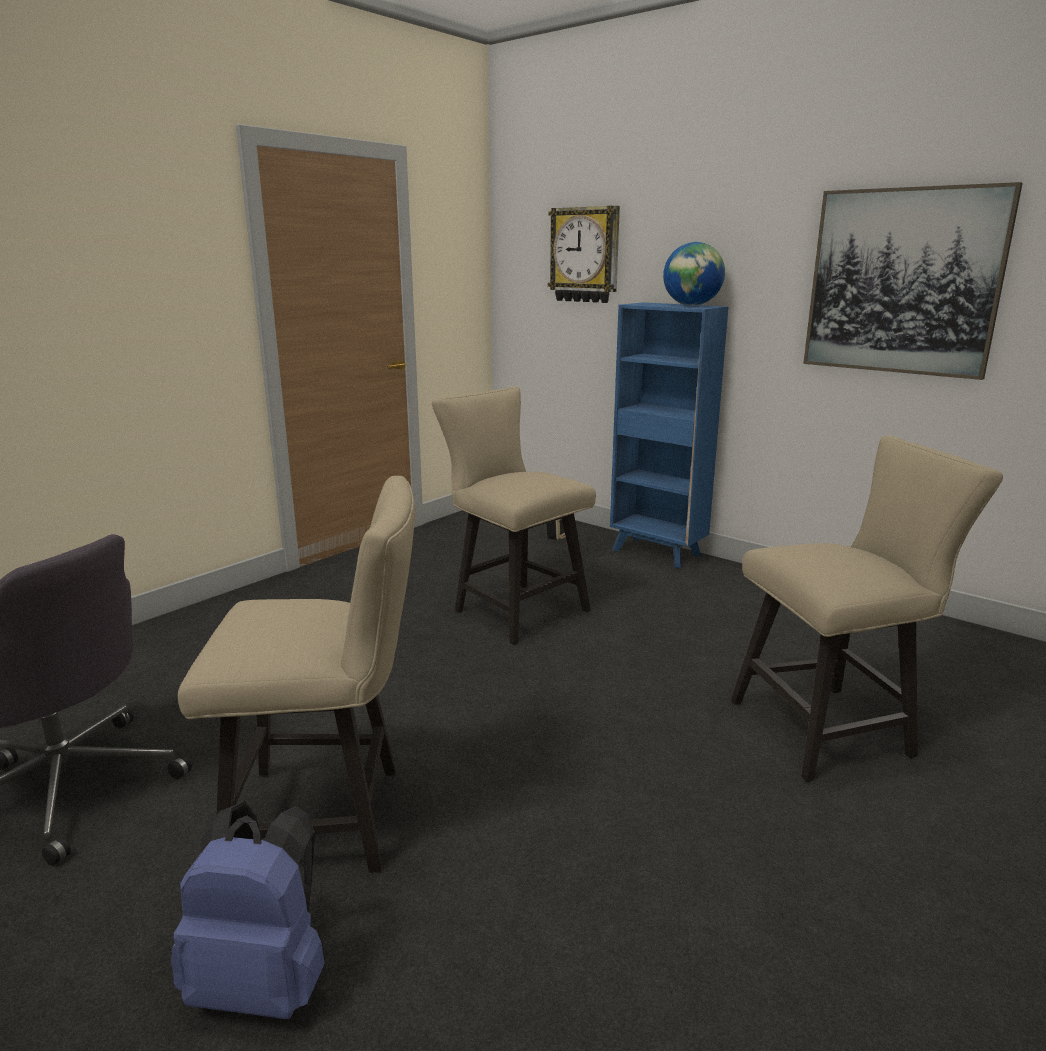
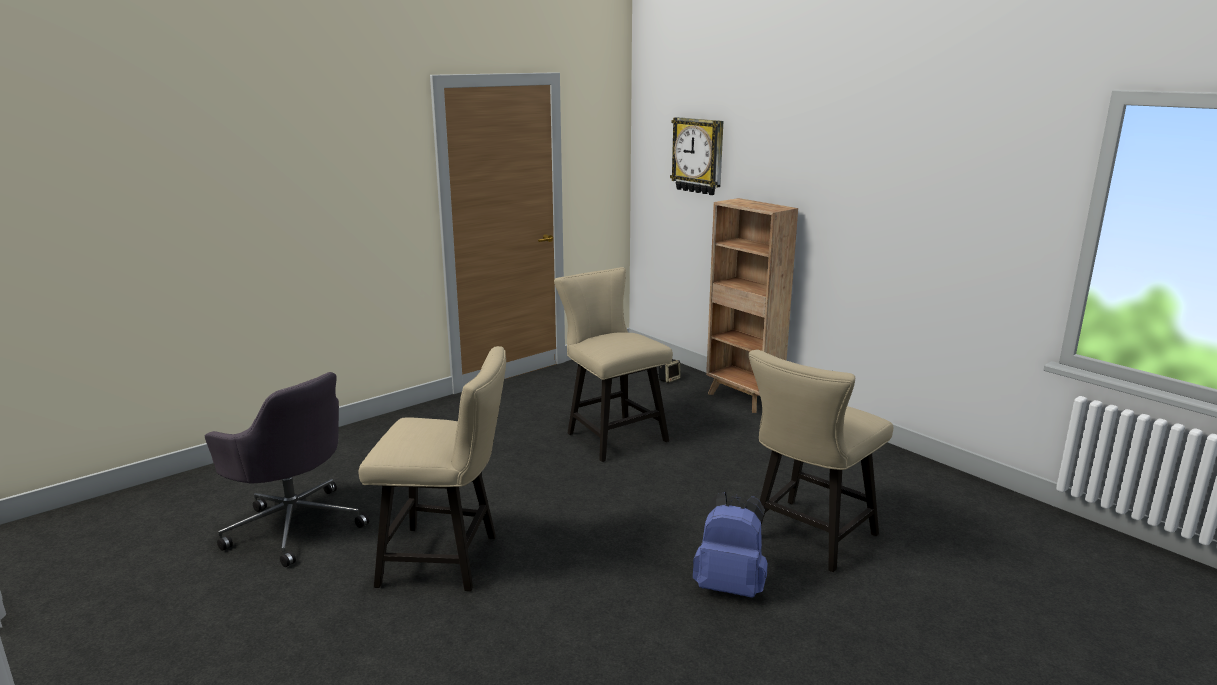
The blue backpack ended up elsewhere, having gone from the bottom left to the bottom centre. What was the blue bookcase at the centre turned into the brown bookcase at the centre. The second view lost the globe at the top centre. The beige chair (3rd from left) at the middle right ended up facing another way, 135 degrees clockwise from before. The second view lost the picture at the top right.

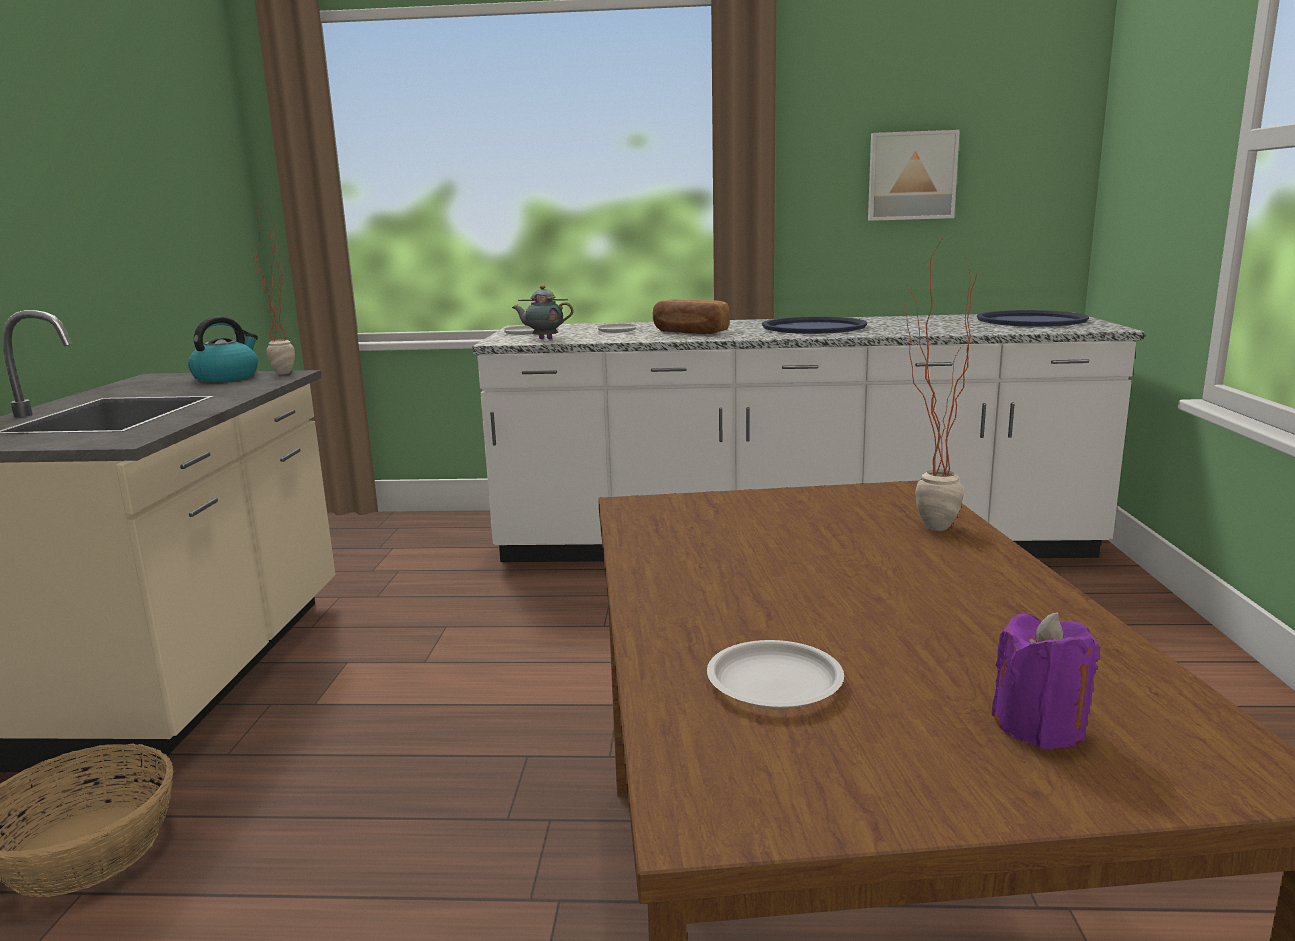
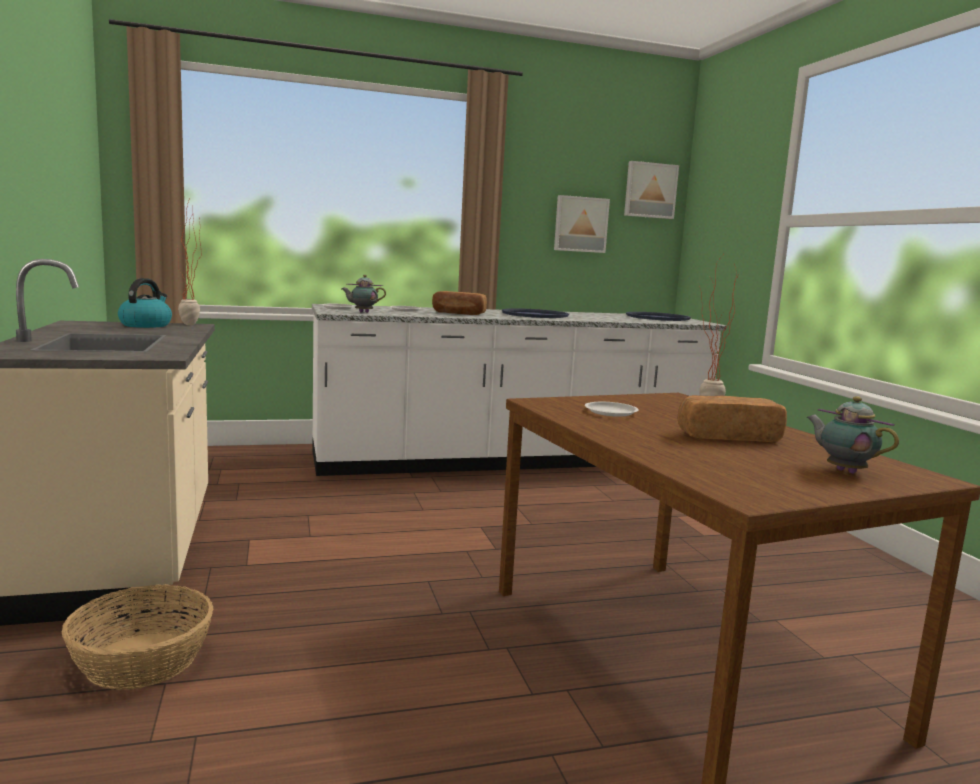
The white plate (3rd from left) ended up elsewhere, having gone from the bottom centre to the centre. Where the purple candle stood at the bottom right, the teapot (2nd from left) came to stand at the middle right. The second view gained the picture (2nd from left) at the top centre. The second view gained the bread (2nd from left) at the middle right.

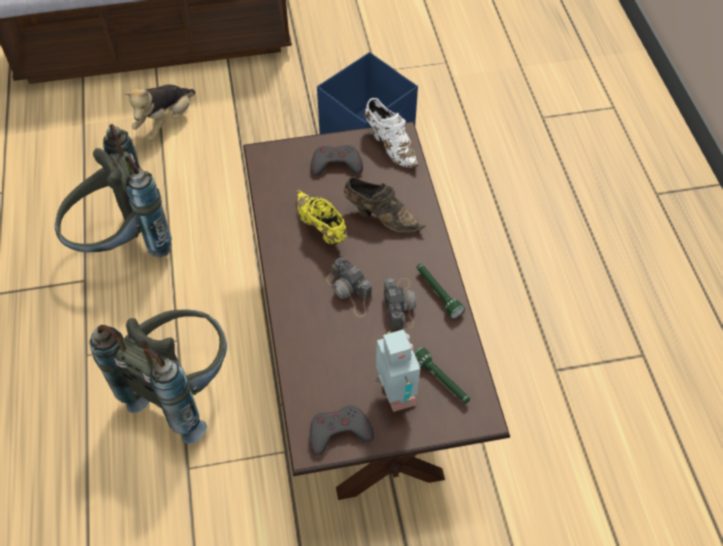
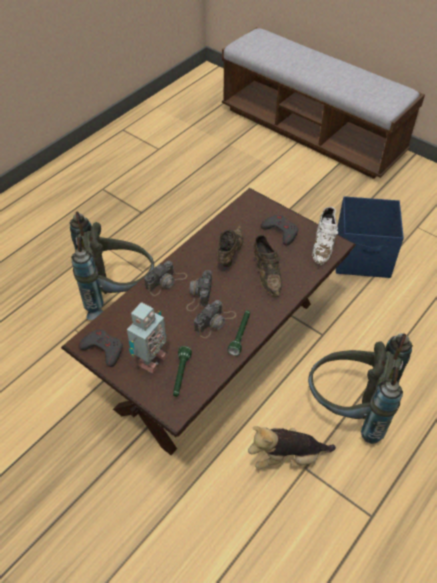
The grey backpack (1st from left in the first image) ended up elsewhere, having gone from the middle left to the middle right. The plush toy ended up elsewhere, having gone from the top left to the bottom right. What was the yellow shoe at the centre turned into the brown shoe (1st from left) at the centre. The second view gained the photo camera (1st from left) at the centre.

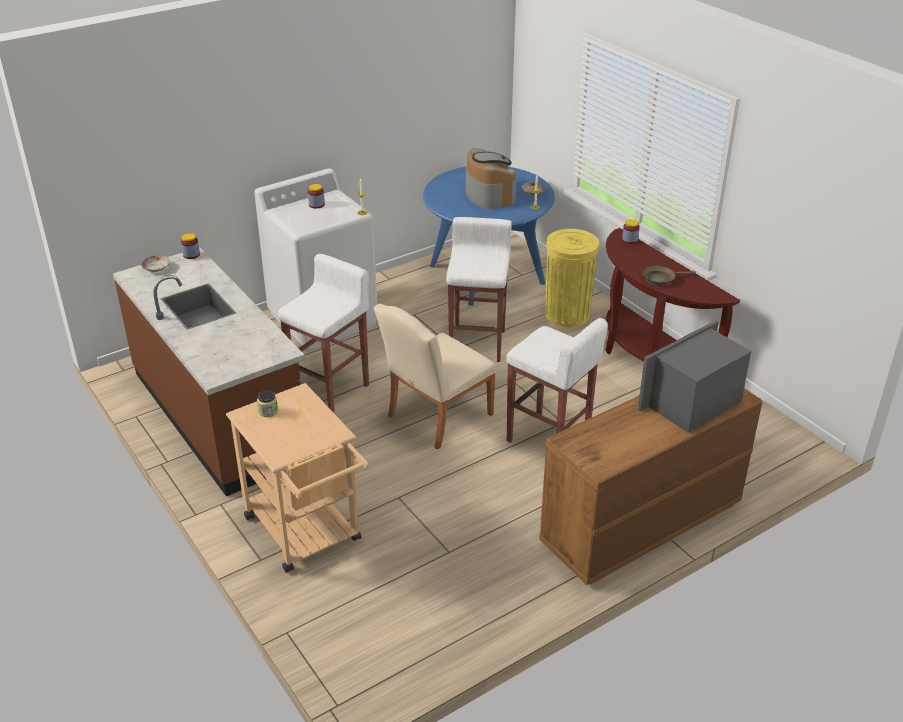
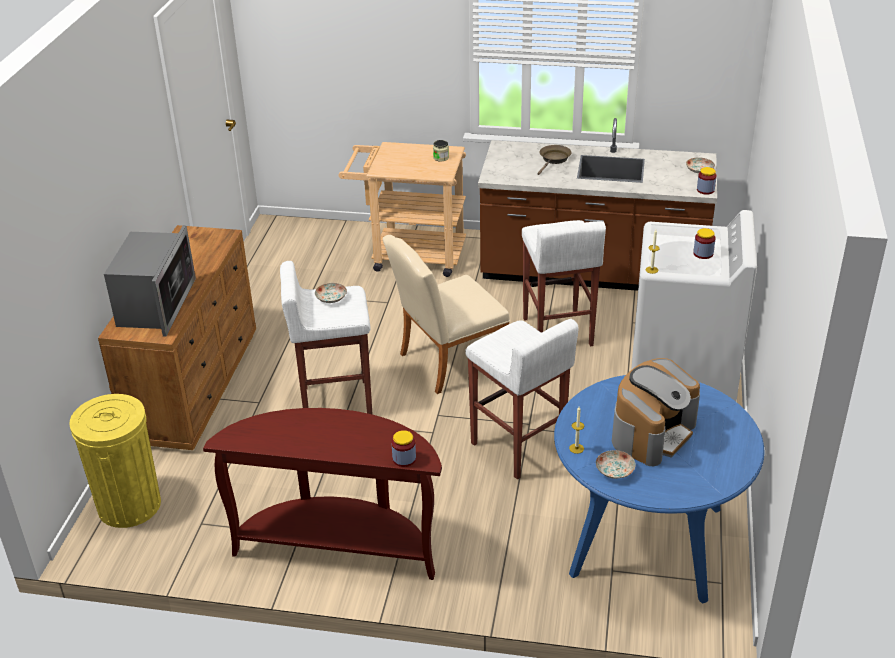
The beige chair at the centre ended up facing another way, 120 degrees counterclockwise from before. The coffee machine at the top centre ended up facing another way, 75 degrees counterclockwise from before. The yellow trash can ended up elsewhere, having gone from the centre to the bottom left. The brown frying pan ended up elsewhere, having gone from the middle right to the top centre. The second view gained the plate (1st from left) at the centre.

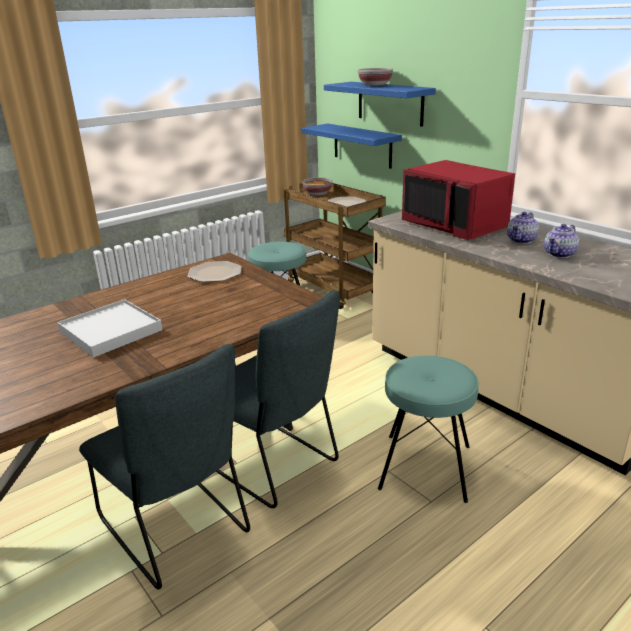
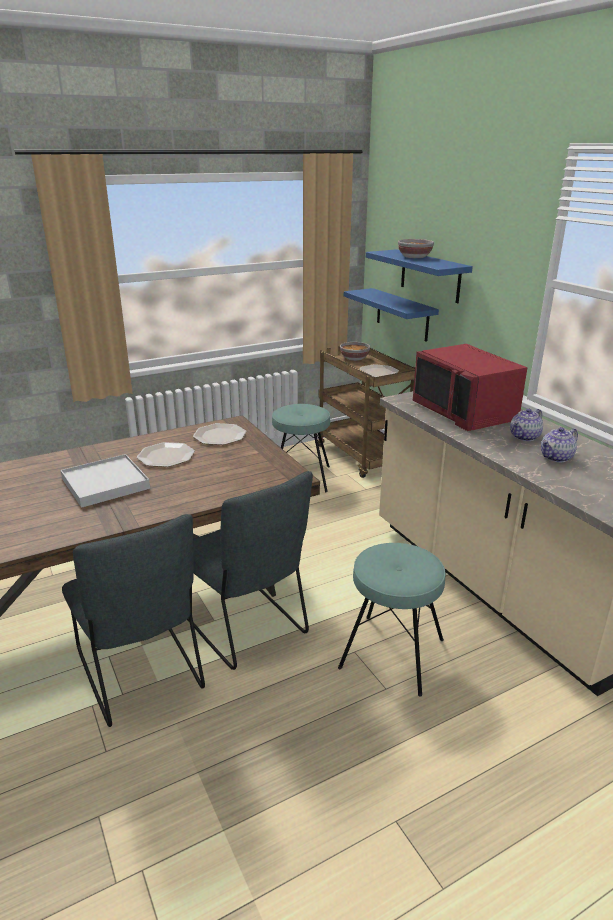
The second view gained the plate (1st from left) at the middle left.

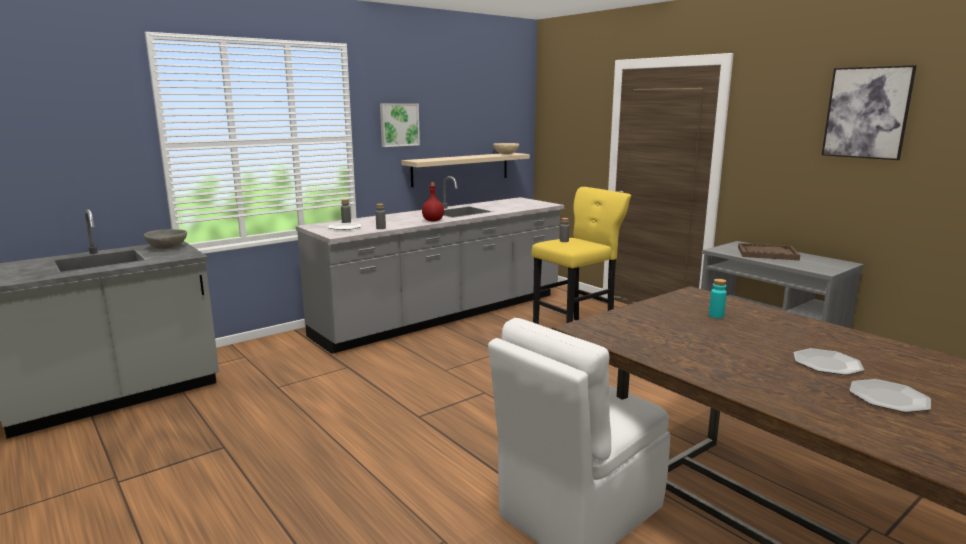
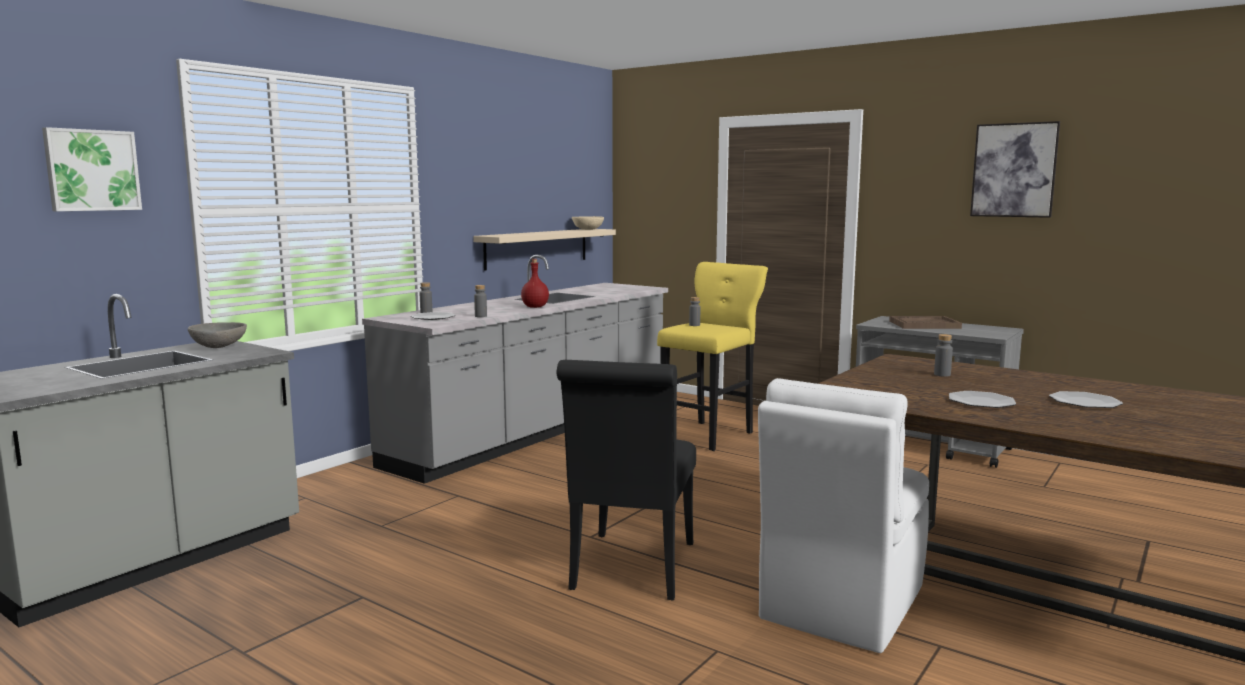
The picture (1st from left) ended up elsewhere, having gone from the top centre to the top left. What was the turquoise bottle at the middle right turned into the grey bottle (4th from left) at the middle right. The plate (3rd from left in the first image) ended up elsewhere, having gone from the bottom right to the middle right. The second view gained the black chair at the bottom centre.

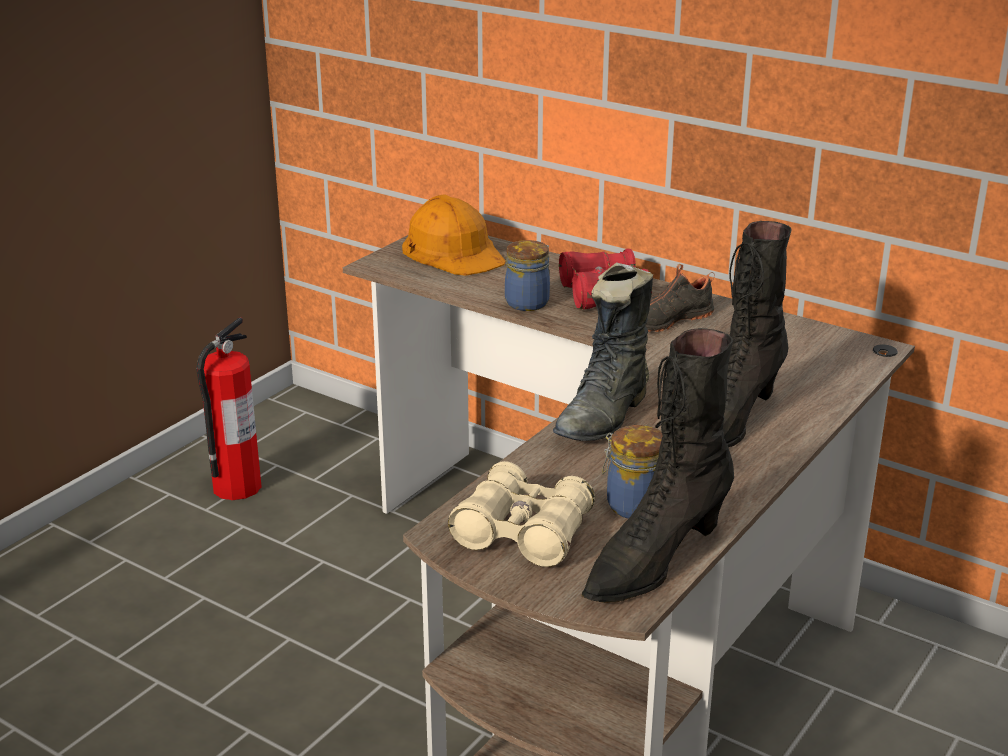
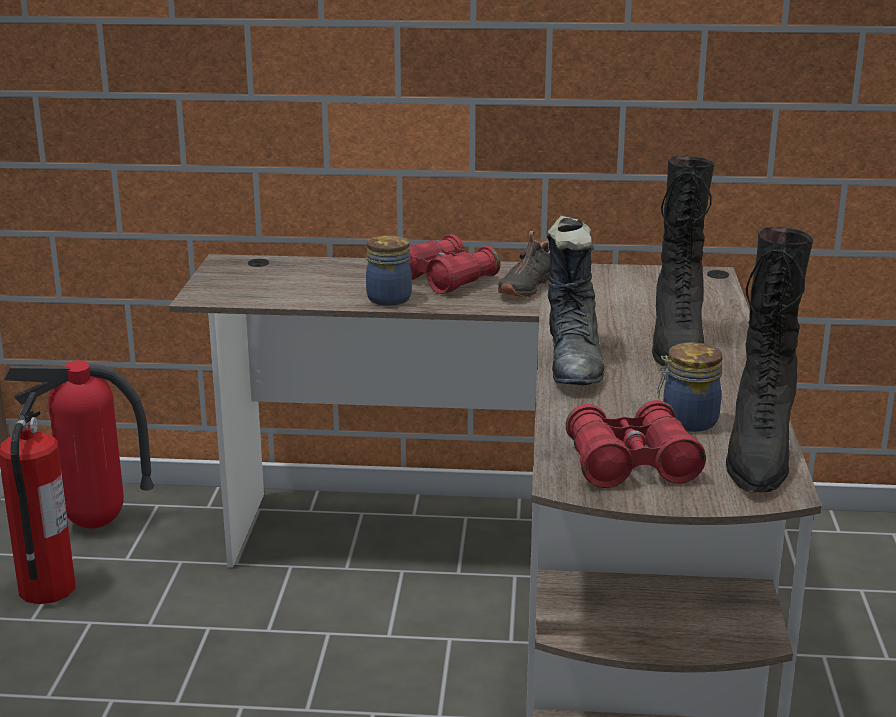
The second view lost the orange hard hat at the top centre. What was the beige binoculars at the bottom centre turned into the red binoculars (2nd from left) at the middle right. The second view gained the fire extinguisher (2nd from left) at the middle left.

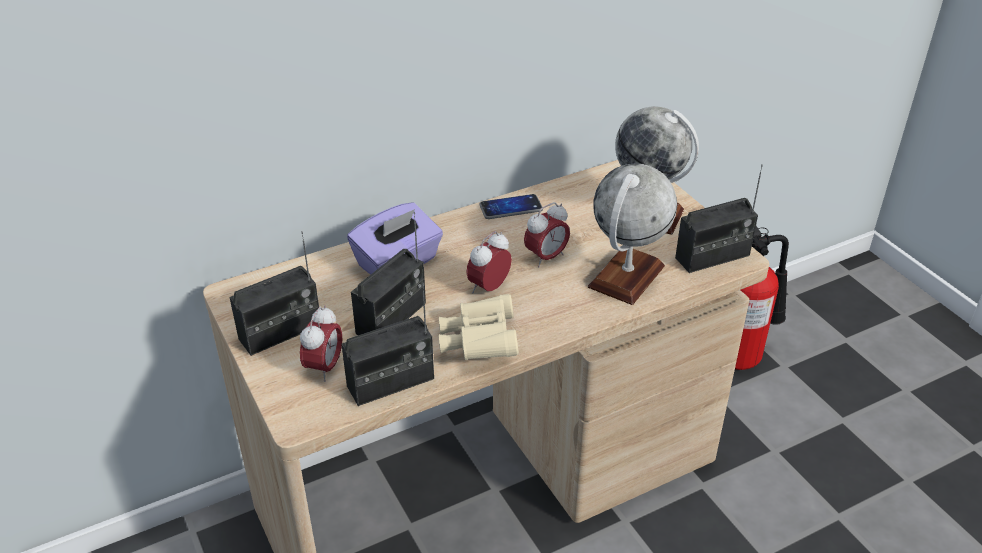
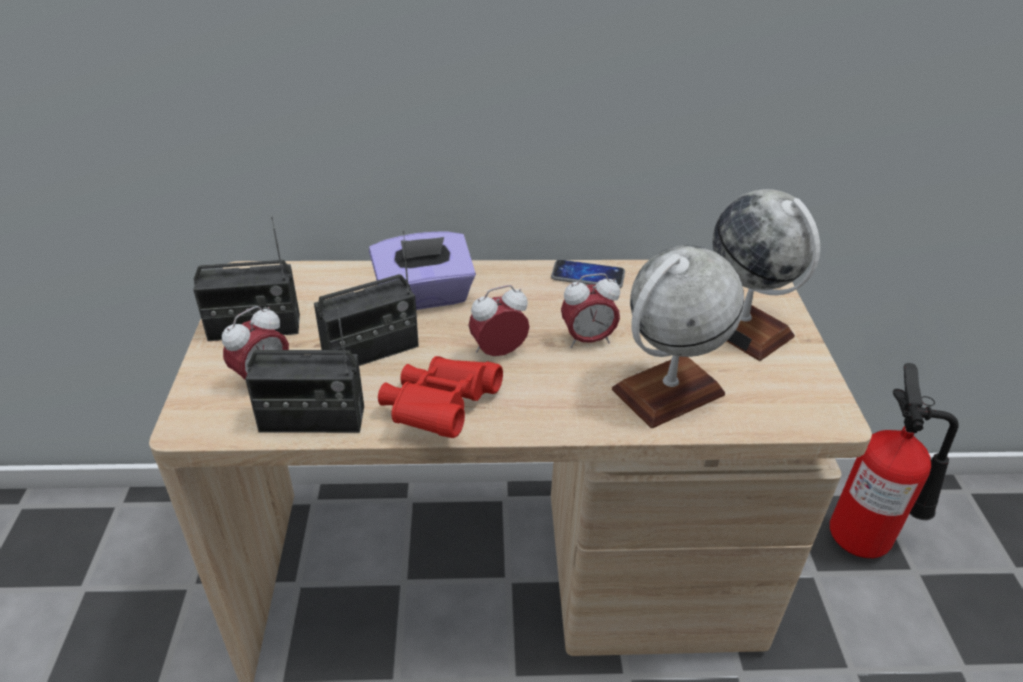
What was the beige binoculars at the centre turned into the red binoculars at the centre. The second view lost the radio (4th from left) at the middle right.

